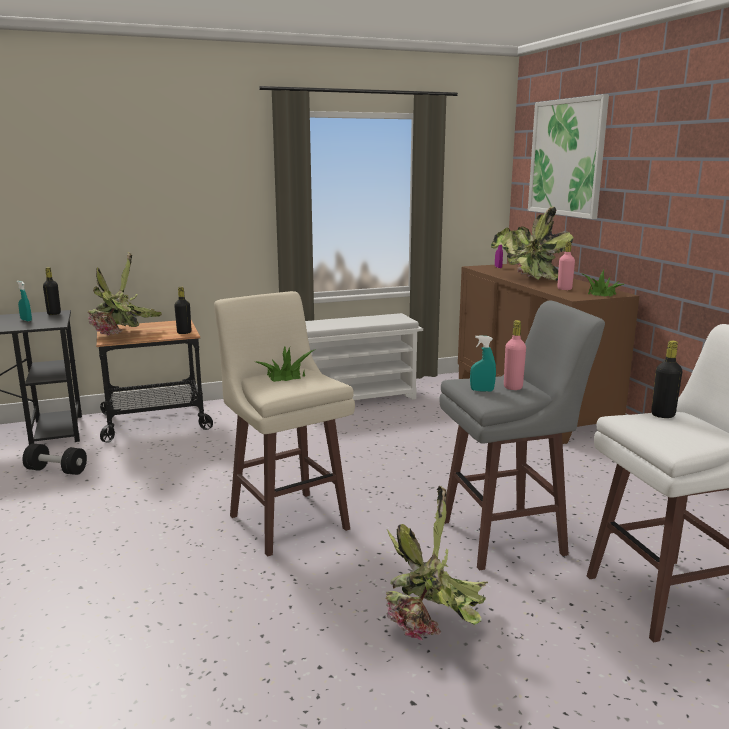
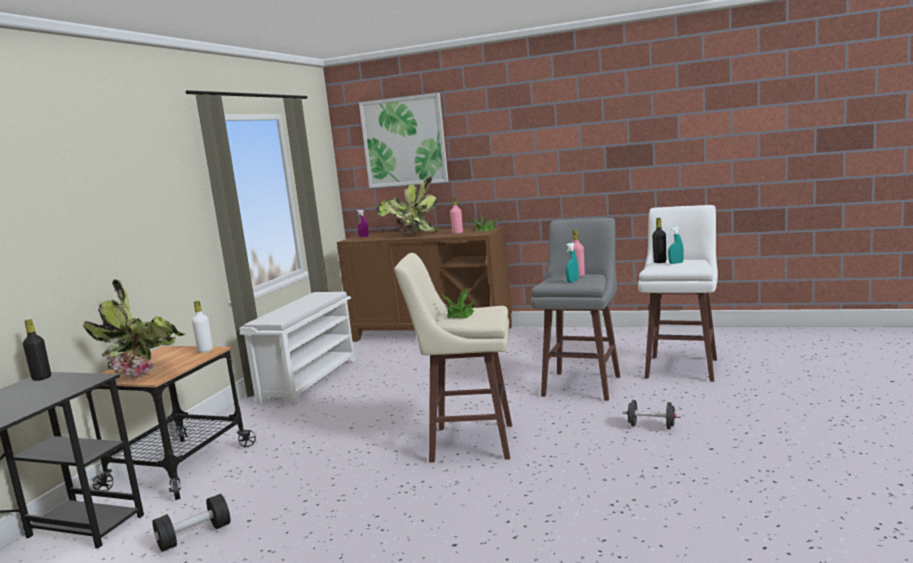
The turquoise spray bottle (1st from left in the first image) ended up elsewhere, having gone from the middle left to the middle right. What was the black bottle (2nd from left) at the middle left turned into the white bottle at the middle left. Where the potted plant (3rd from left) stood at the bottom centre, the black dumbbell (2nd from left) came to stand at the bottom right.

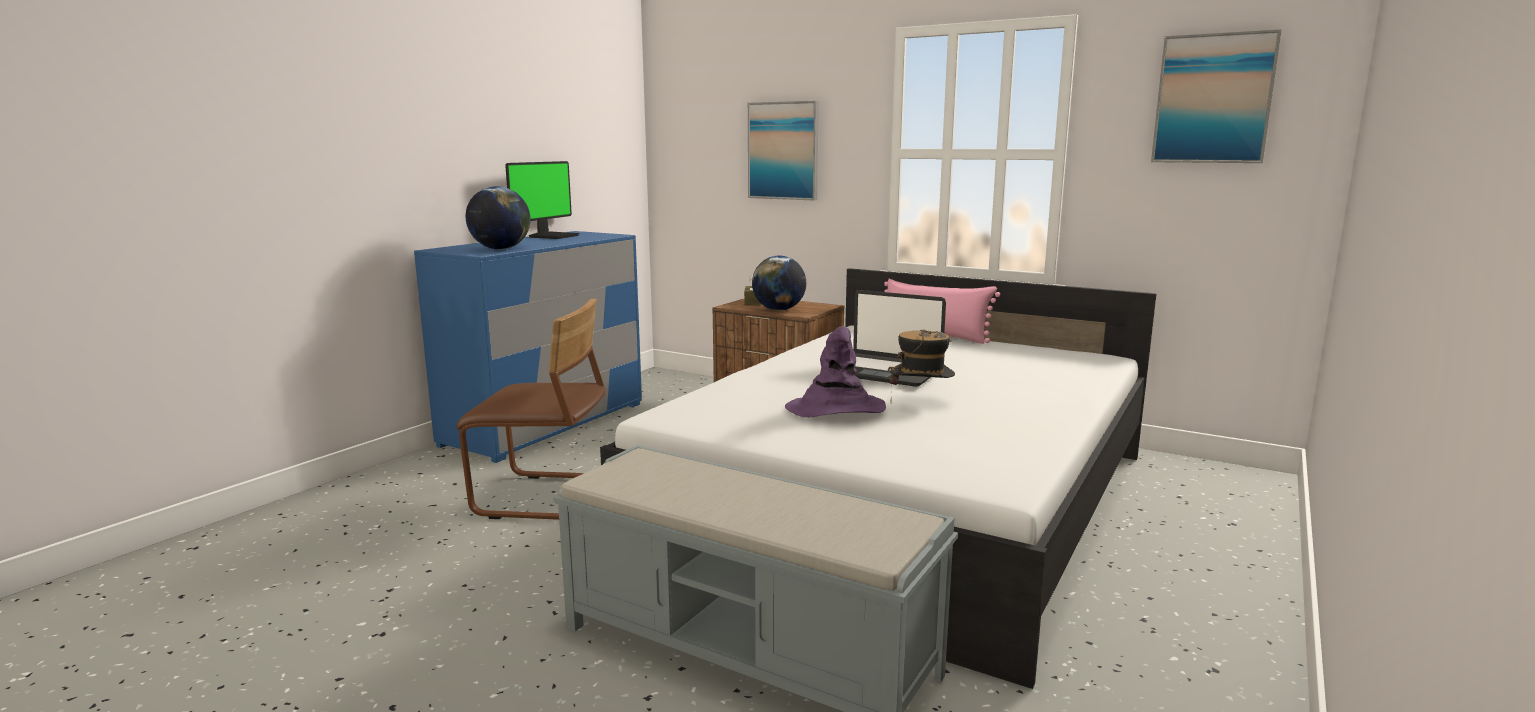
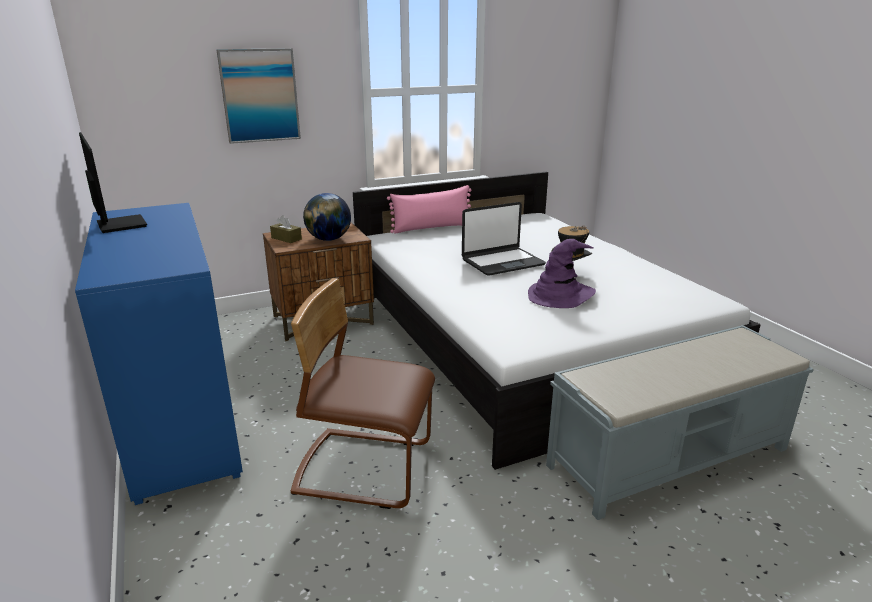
The brown chair at the centre ended up facing another way, 120 degrees counterclockwise from before. The second view lost the globe (1st from left) at the top left. The second view lost the picture (2nd from left) at the top right.

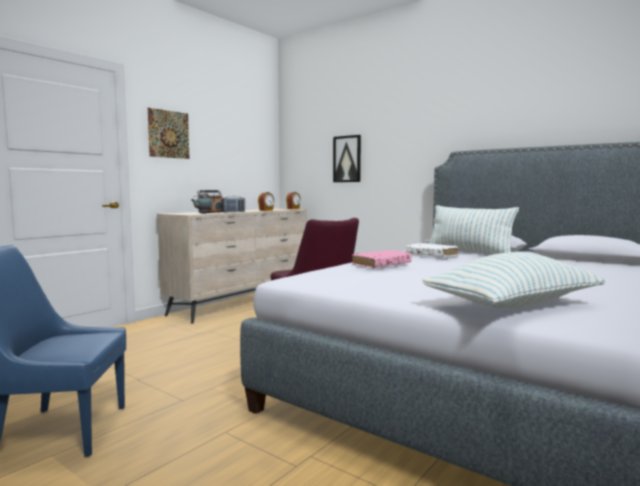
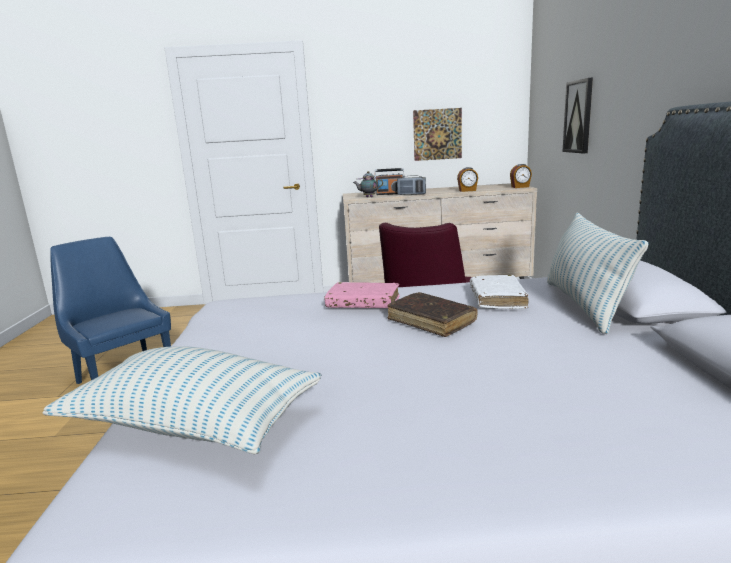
The picture (1st from left) ended up elsewhere, having gone from the top left to the top centre. The second view gained the brown book at the centre.

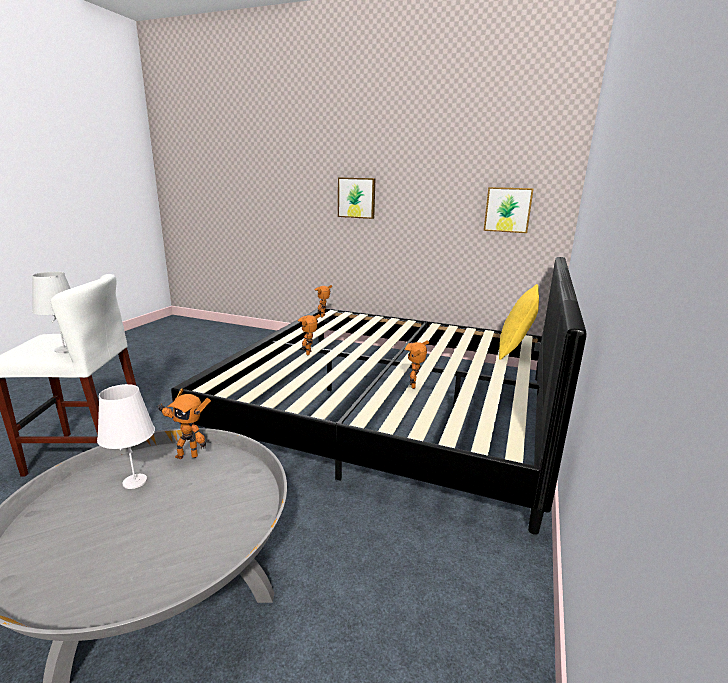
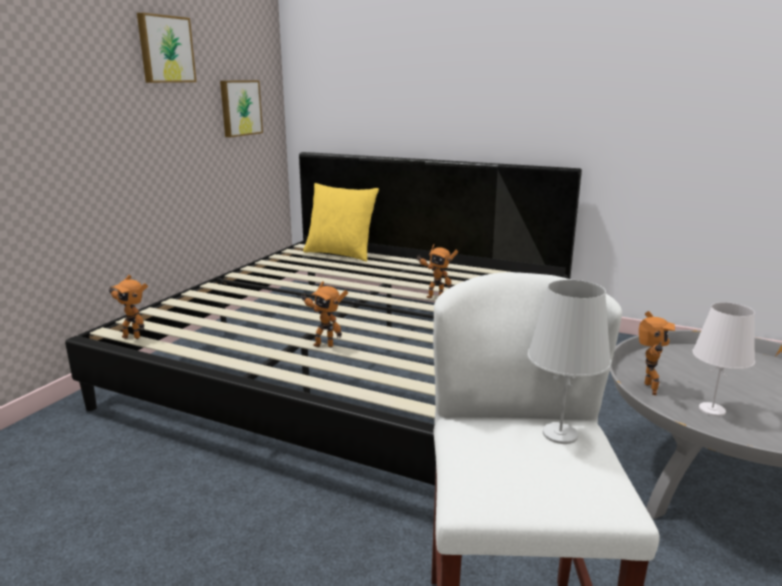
The picture (1st from left) ended up elsewhere, having gone from the top centre to the top left.

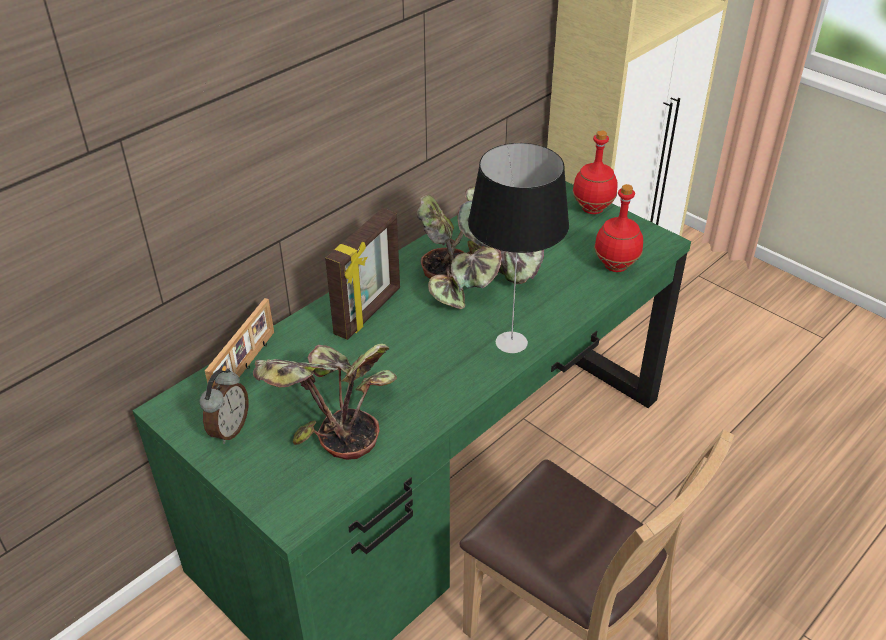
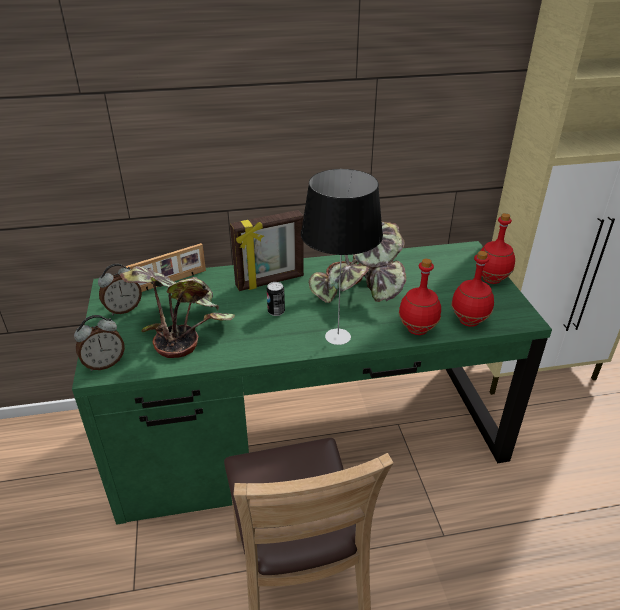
The second view gained the alarm clock (1st from left) at the middle left. The second view gained the can at the centre. The second view gained the red bottle (1st from left) at the middle right.

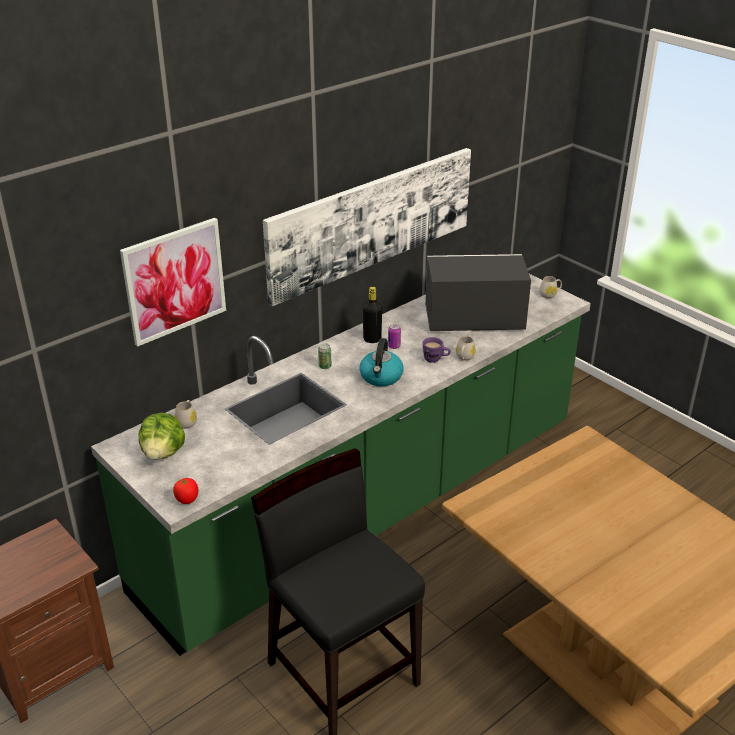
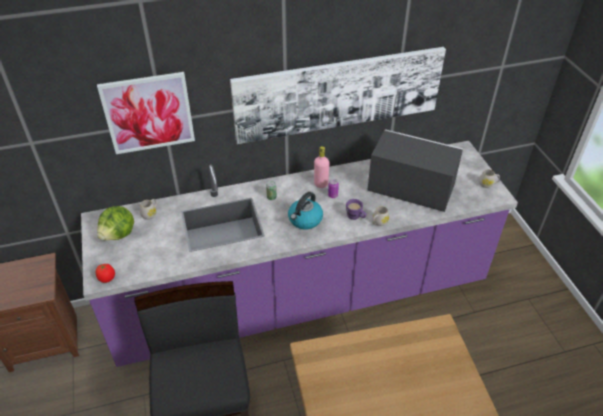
What was the green counter at the centre turned into the purple counter at the centre. What was the black bottle at the centre turned into the pink bottle at the centre.

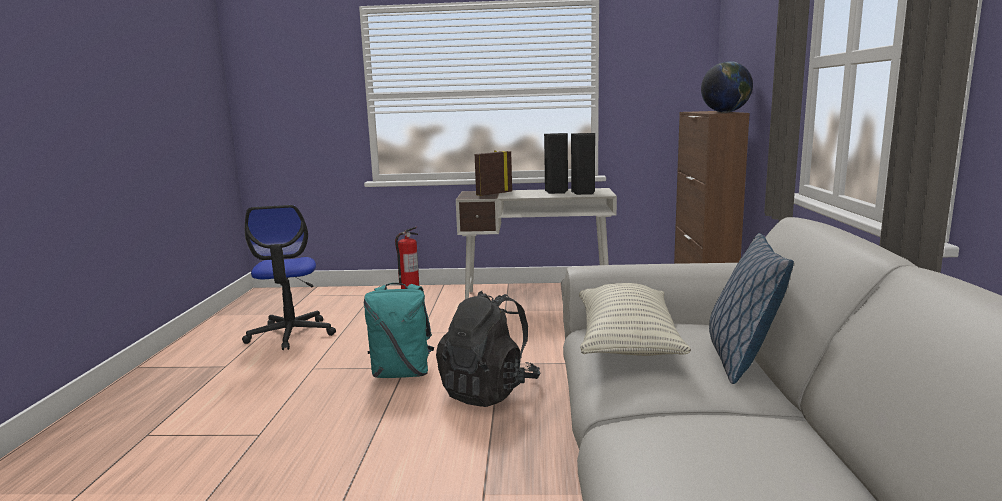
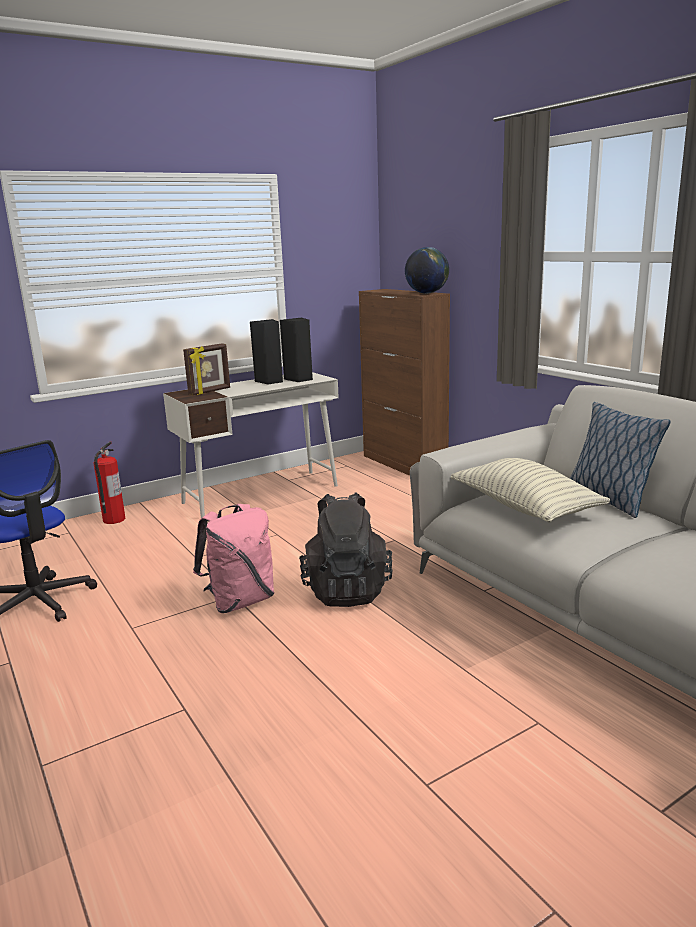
What was the turquoise backpack at the centre turned into the pink backpack at the centre. The picture frame at the centre ended up facing another way, 150 degrees counterclockwise from before.

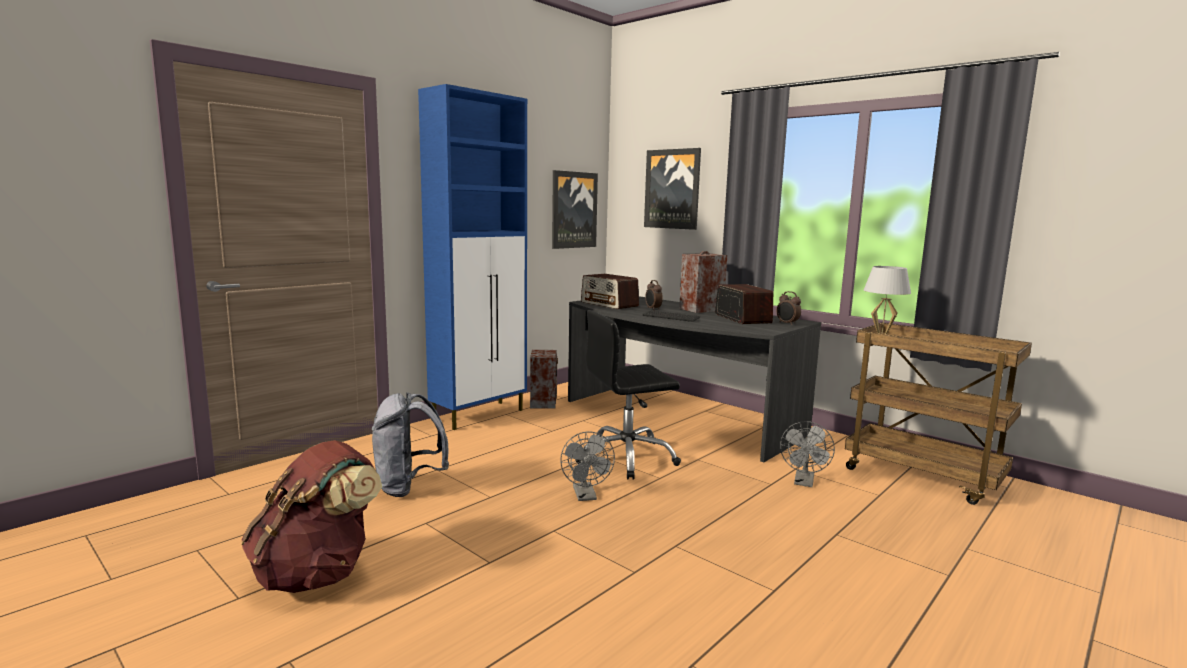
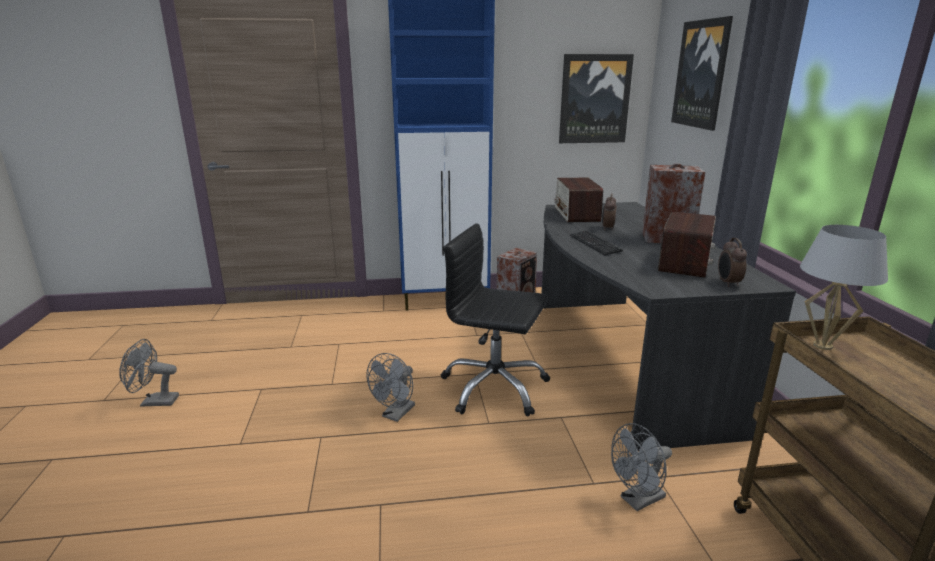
Where the brown backpack stood at the bottom left, the grey fan (1st from left) came to stand at the middle left. The second view lost the grey backpack at the centre.

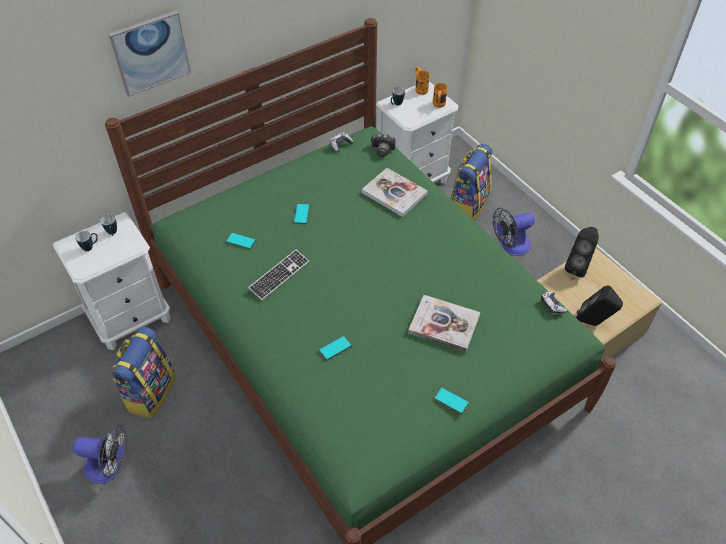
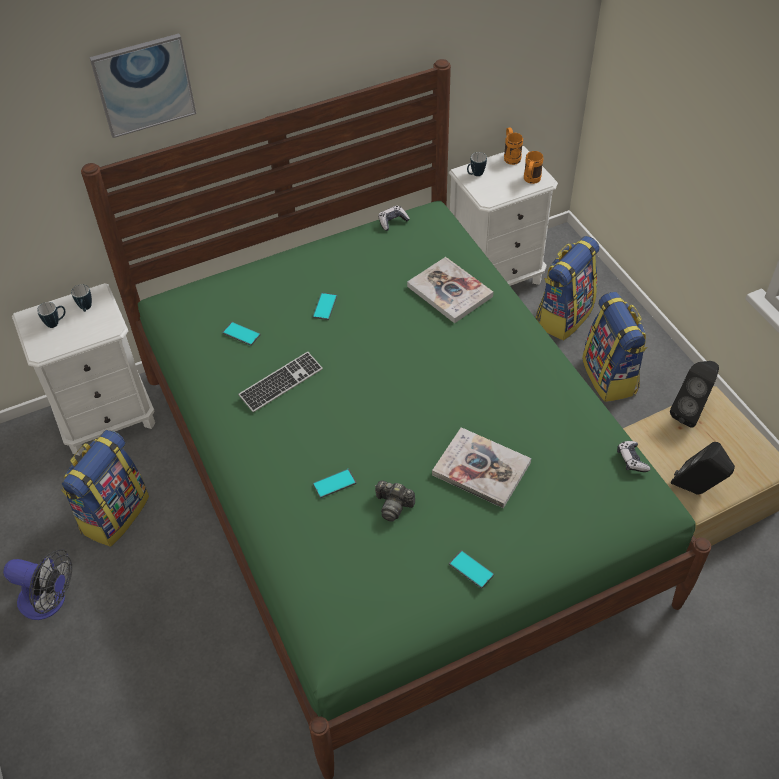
The photo camera ended up elsewhere, having gone from the top centre to the centre. Where the fan (2nd from left) stood at the middle right, the backpack (3rd from left) came to stand at the middle right.

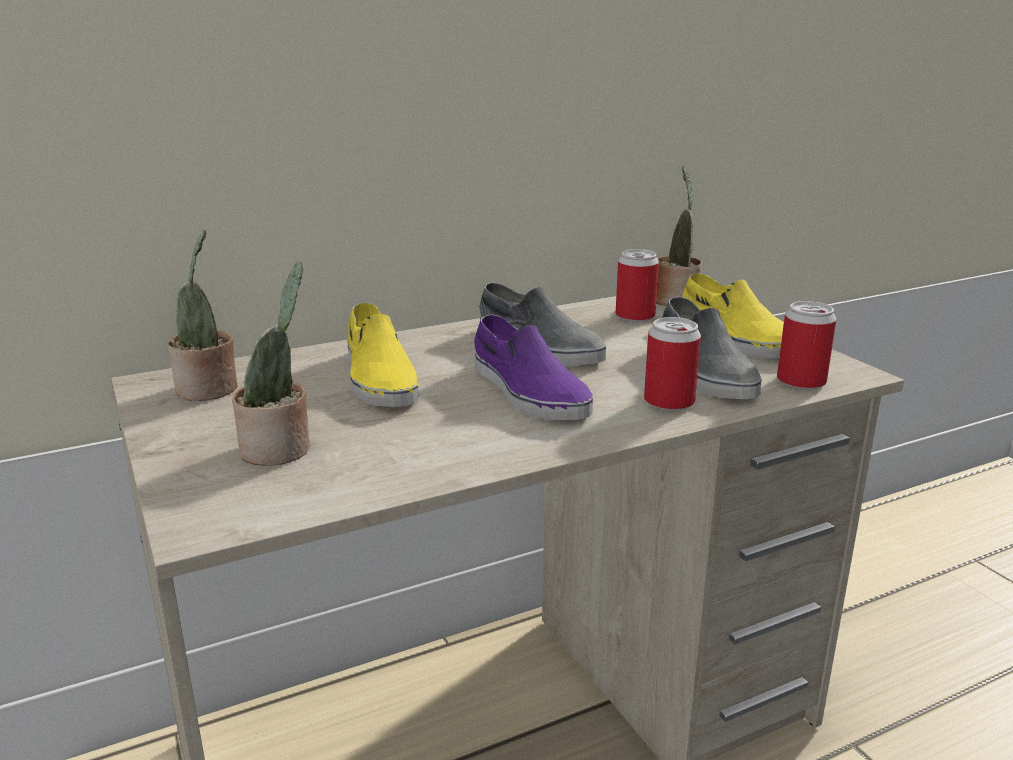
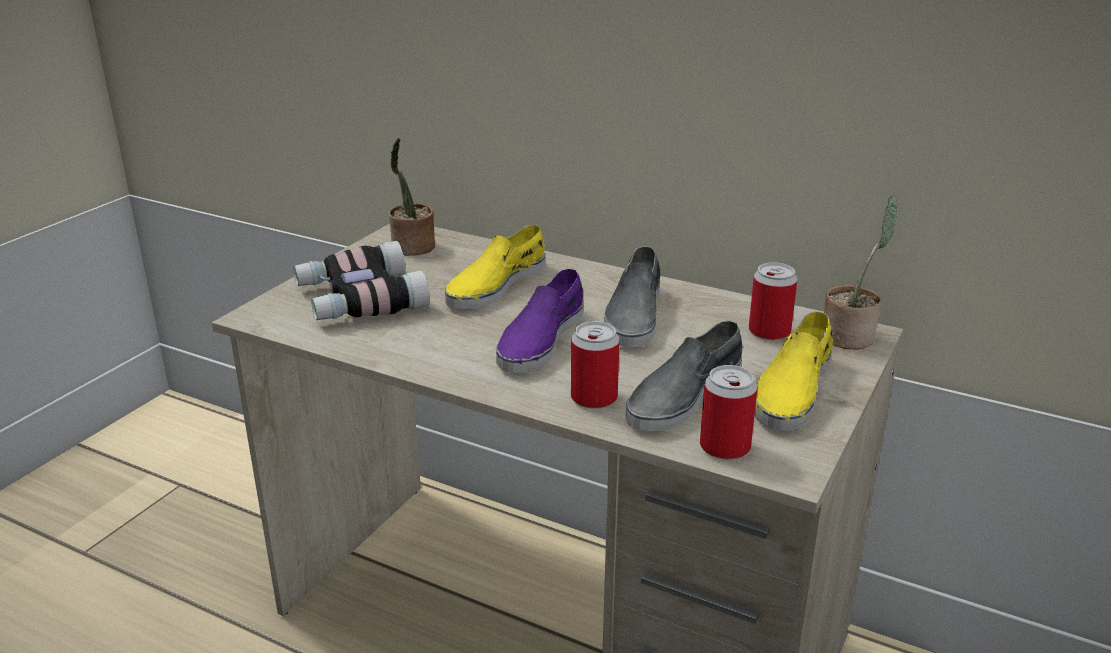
Where the potted plant (2nd from left) stood at the middle left, the binoculars came to stand at the middle left.

